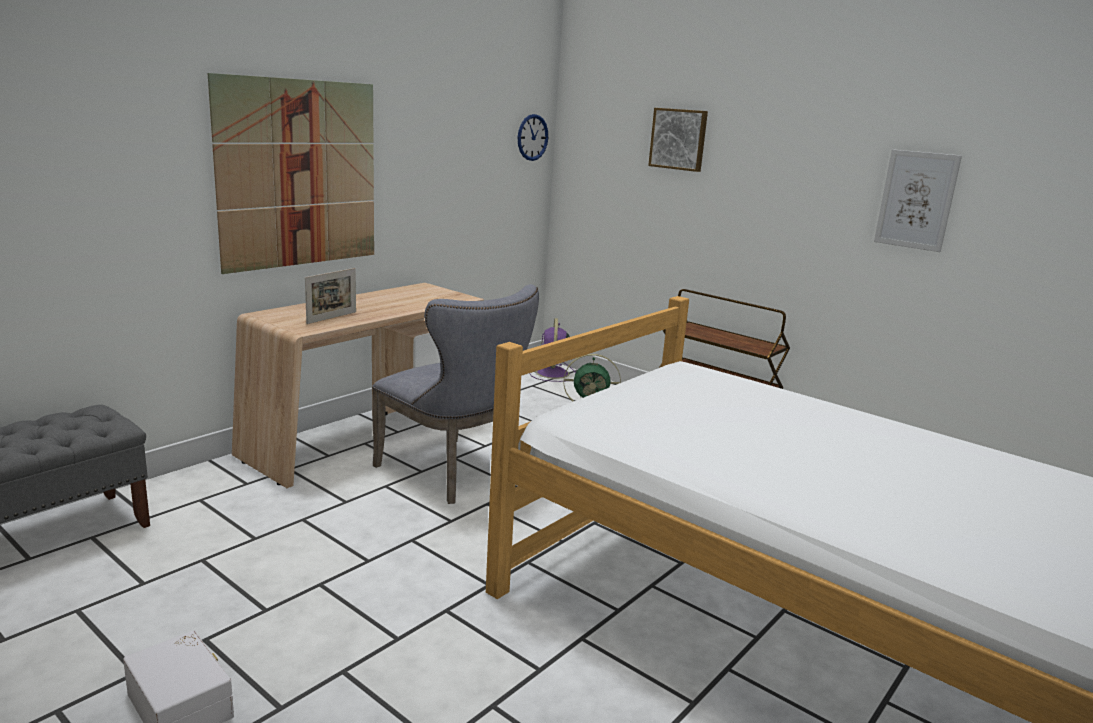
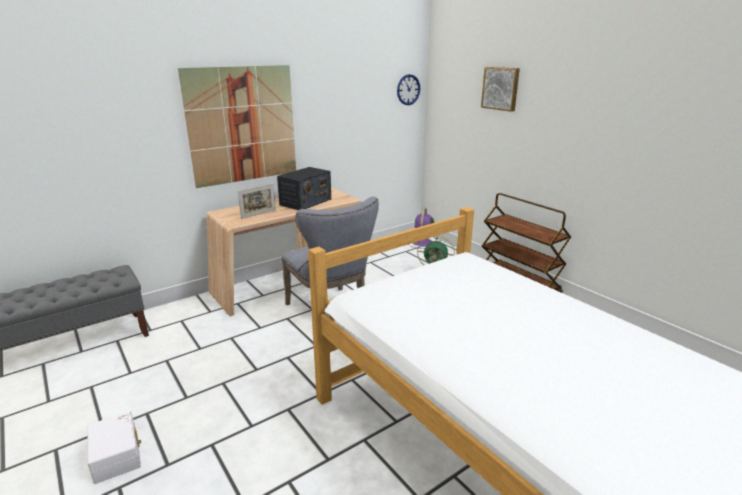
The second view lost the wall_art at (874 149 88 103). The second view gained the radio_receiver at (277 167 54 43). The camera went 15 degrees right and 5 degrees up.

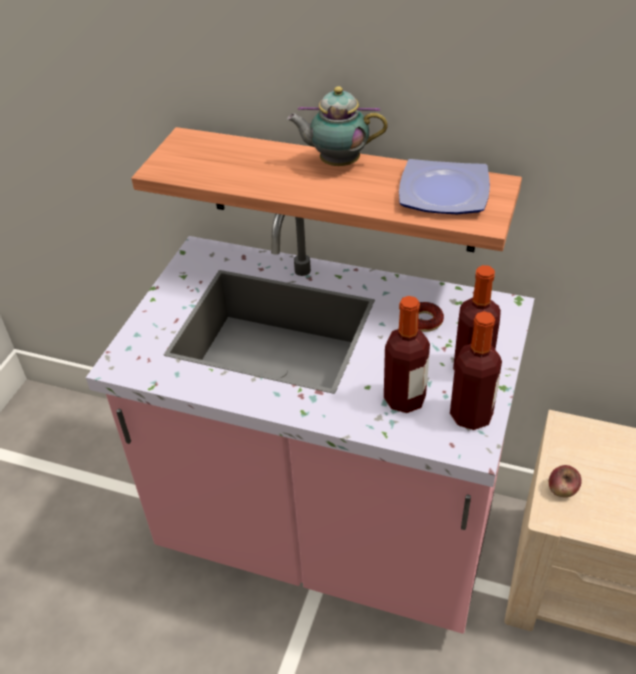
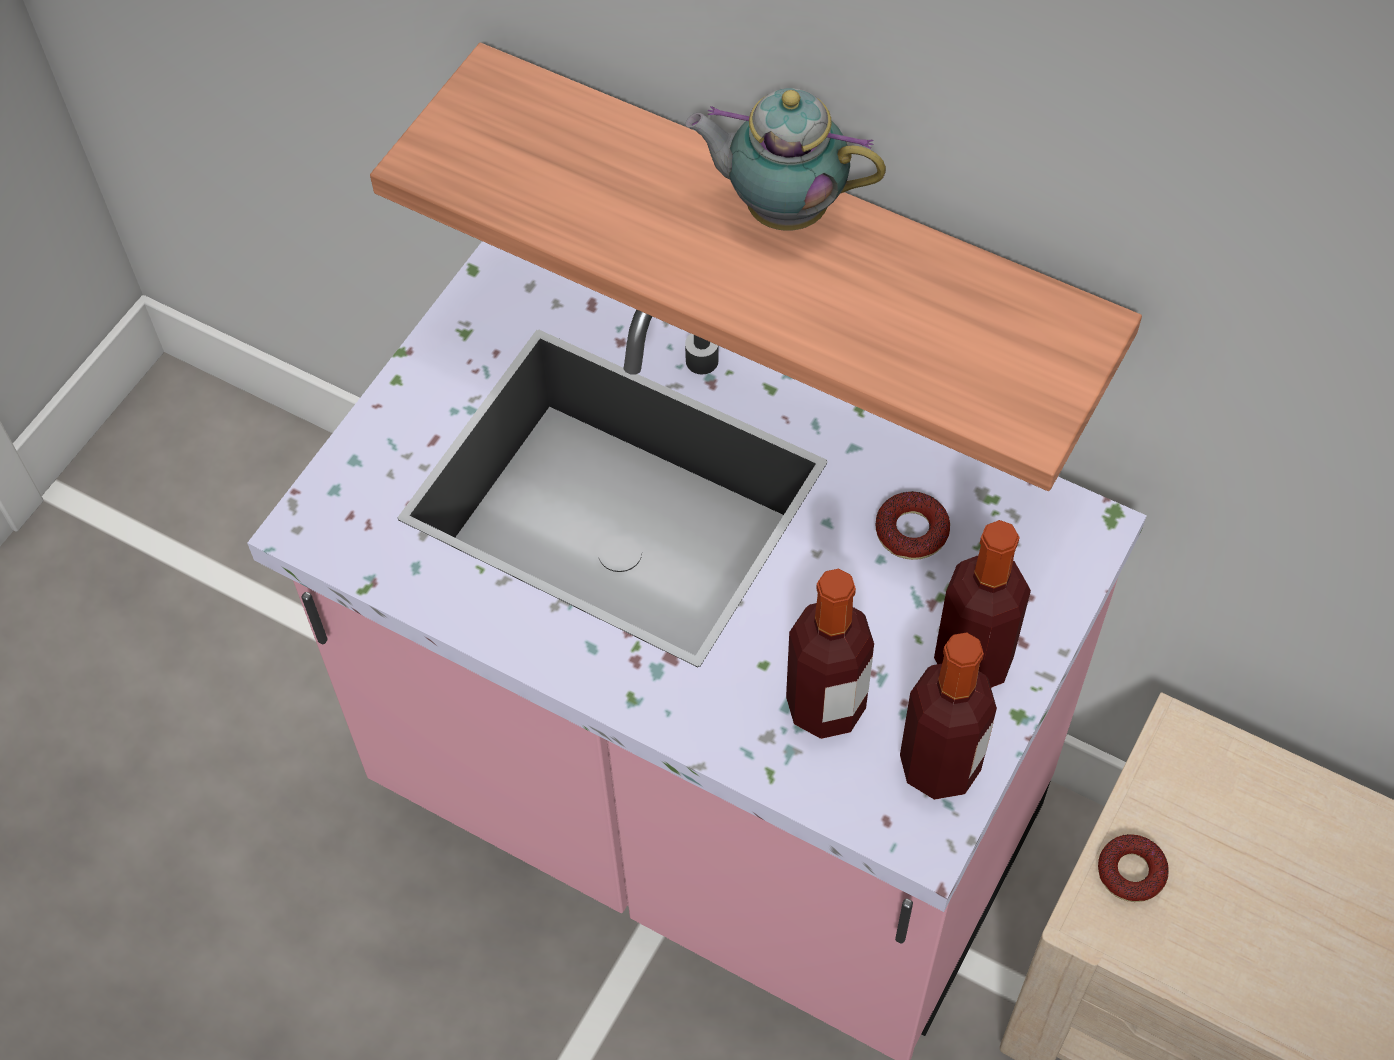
The second view lost the flat_dish at (399 159 91 55). Where the apple stood at (549 465 33 33), the donut came to stand at (1098 834 70 68). The camera went 10 degrees right and 15 degrees up.

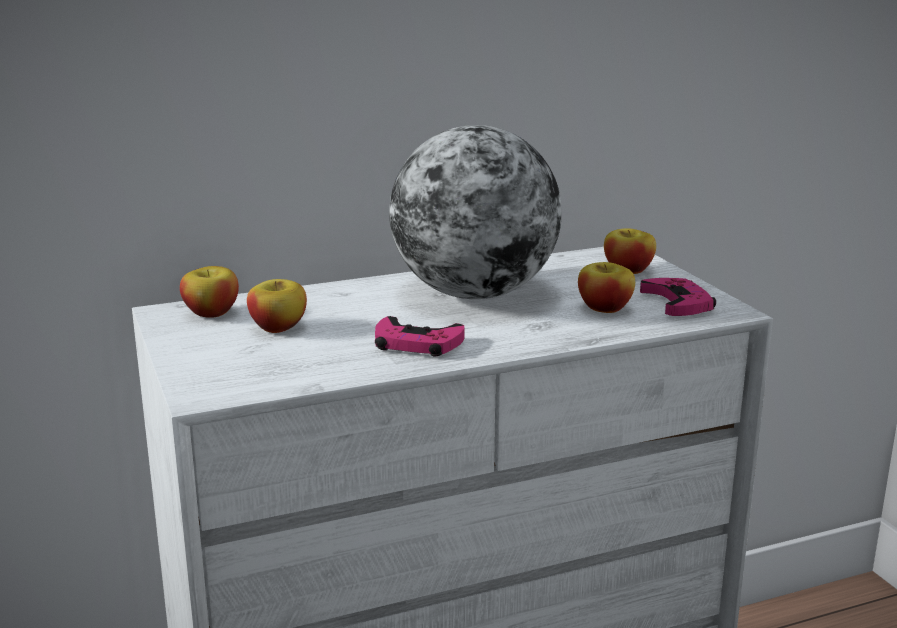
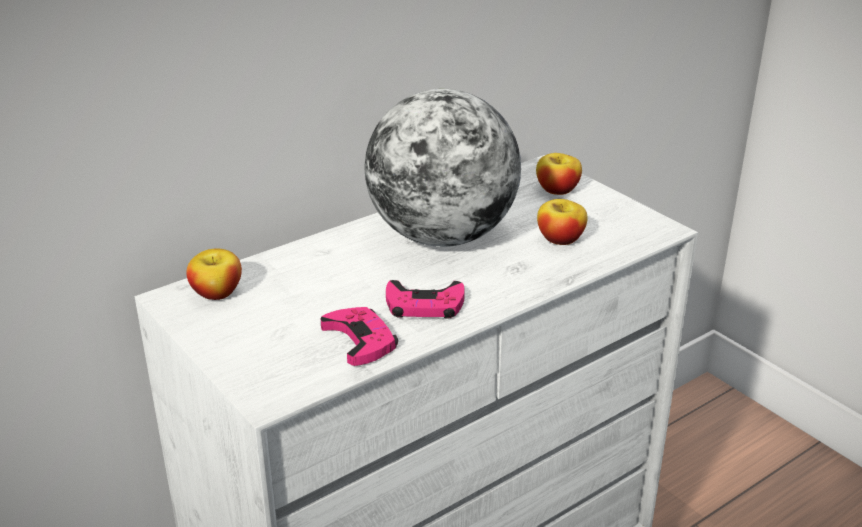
The second view lost the apple at (247 279 60 54). The pink-coloured_gamepad ended up elsewhere, having gone from (640 278 76 38) to (321 307 77 59). The camera went 15 degrees left and 10 degrees up.

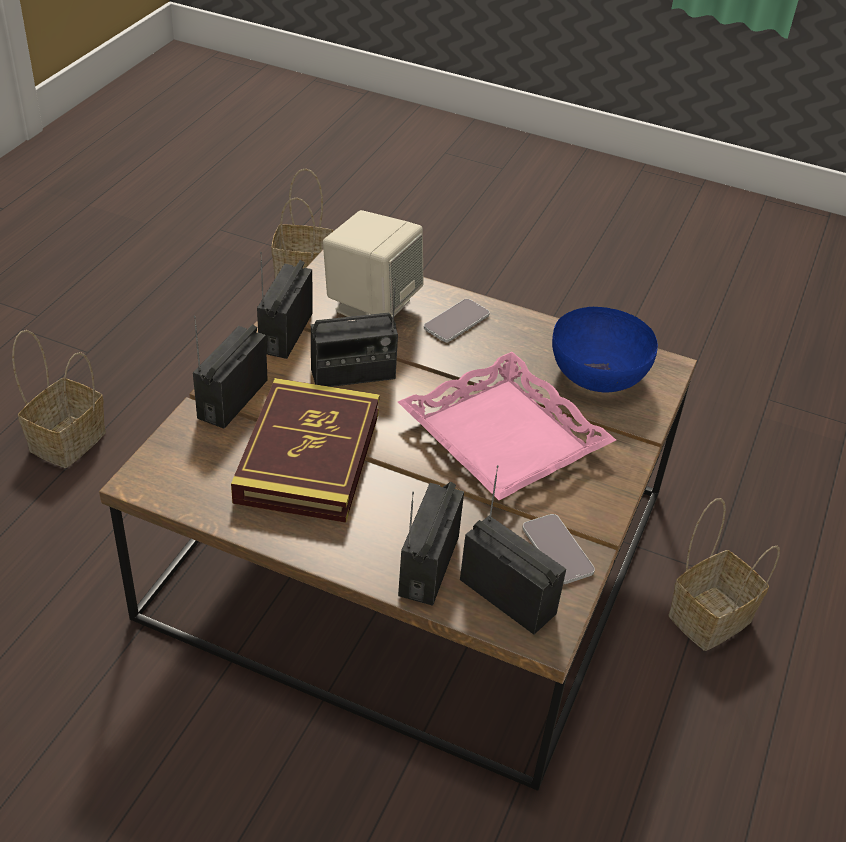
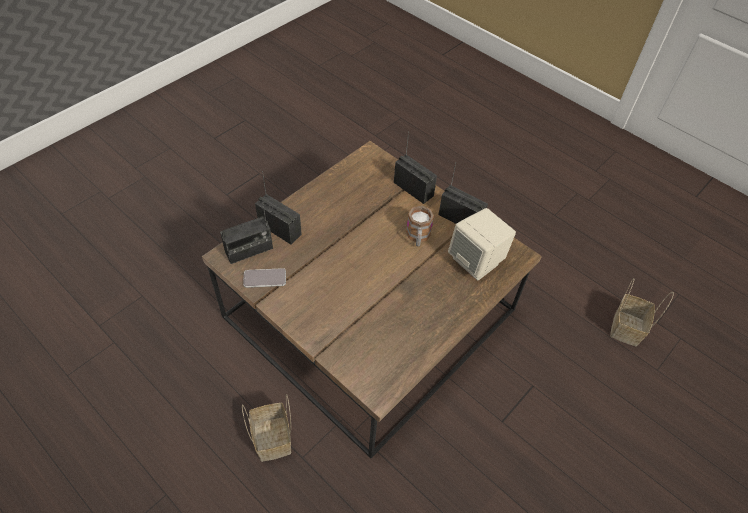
The second view lost the storage_basket at (12 330 94 138). The second view lost the book at (231 378 149 145). Where the radio_receiver stood at (311 277 87 110), the tea_mug came to stand at (406 205 28 42). The second view lost the pink-coloured_tray at (398 352 218 148). The second view lost the telephone at (424 299 66 43). The second view lost the blue_serving_bowl at (552 307 106 85). The camera went 110 degrees right and 10 degrees up.

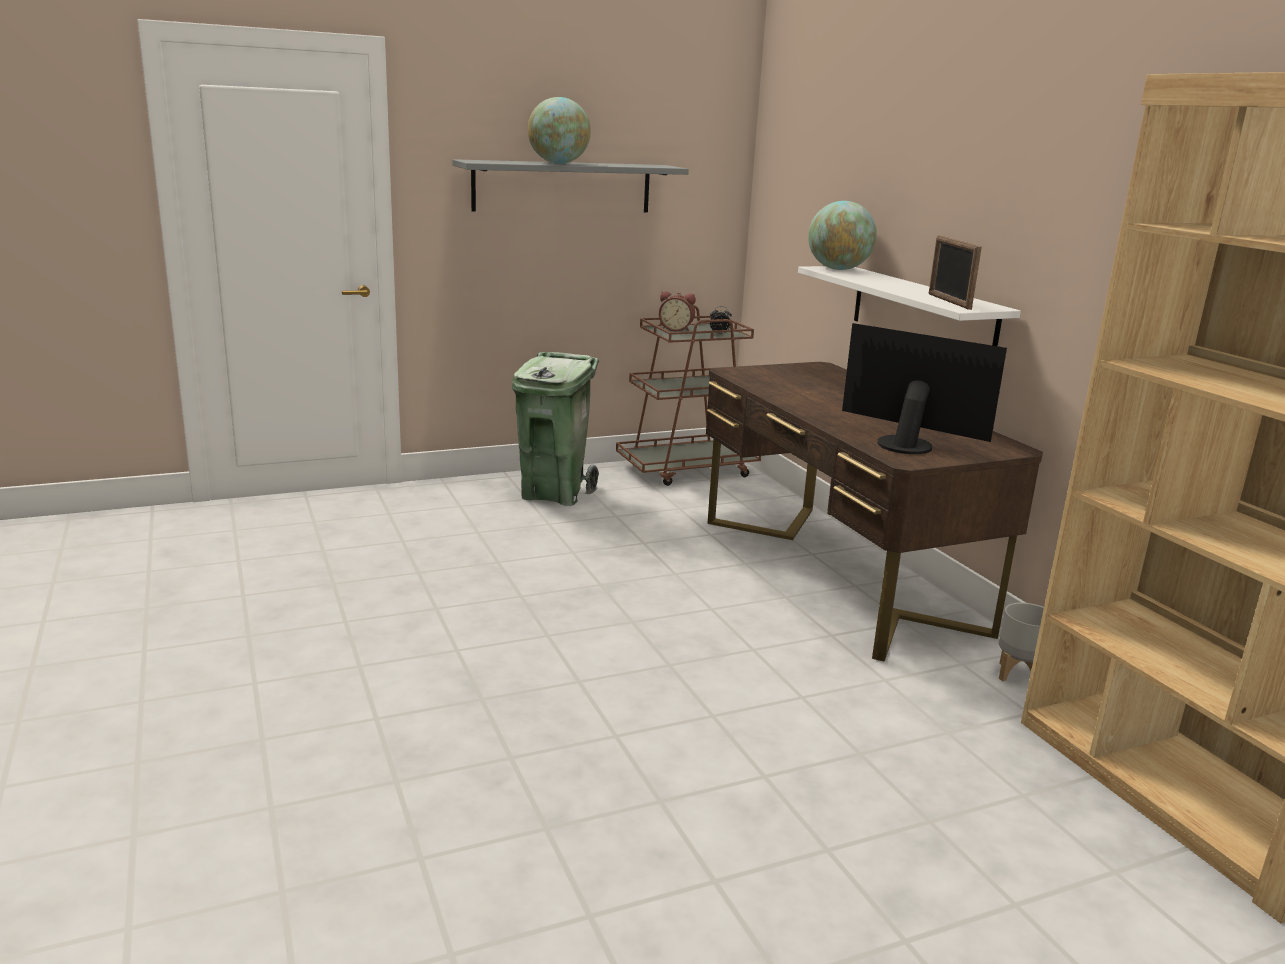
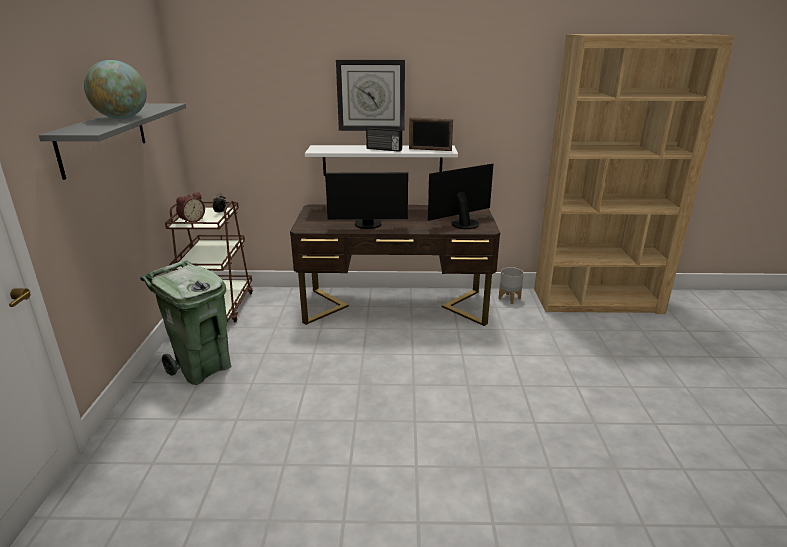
The second view lost the desk_globe at (808 201 69 69). The second view gained the computer_screen at (325 172 83 57). The second view gained the wall_clock at (336 60 69 71). The second view gained the radio_receiver at (366 127 36 25). The camera went 65 degrees left and 5 degrees up.

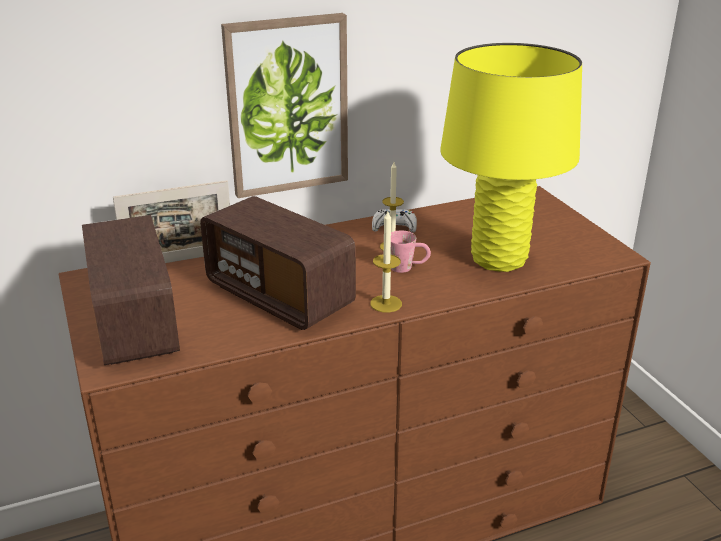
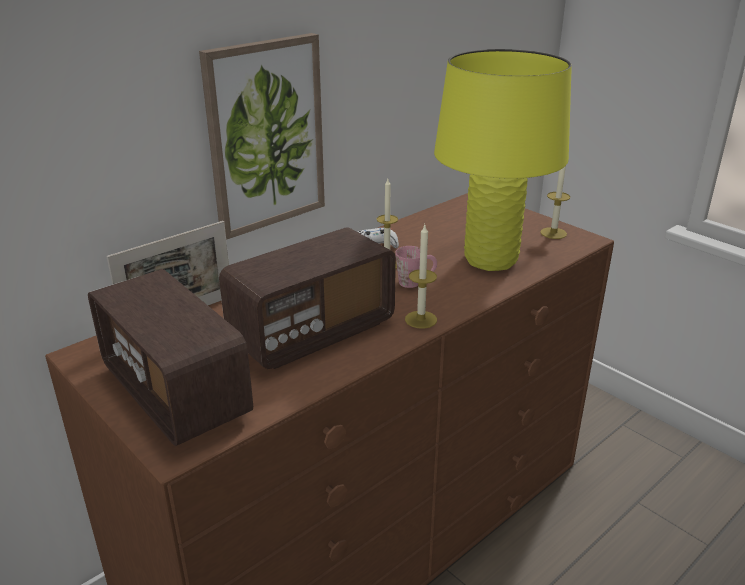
The radio_receiver at (200 196 156 134) ended up facing another way, 60 degrees counterclockwise from before. The second view gained the wax_light at (540 166 30 73). The camera went 20 degrees left and 0 degrees up.

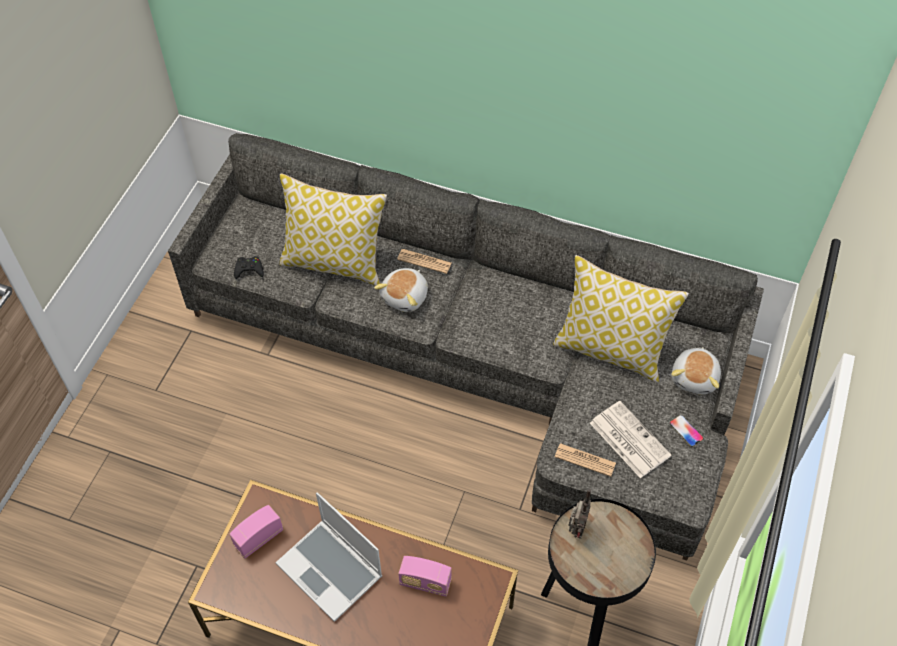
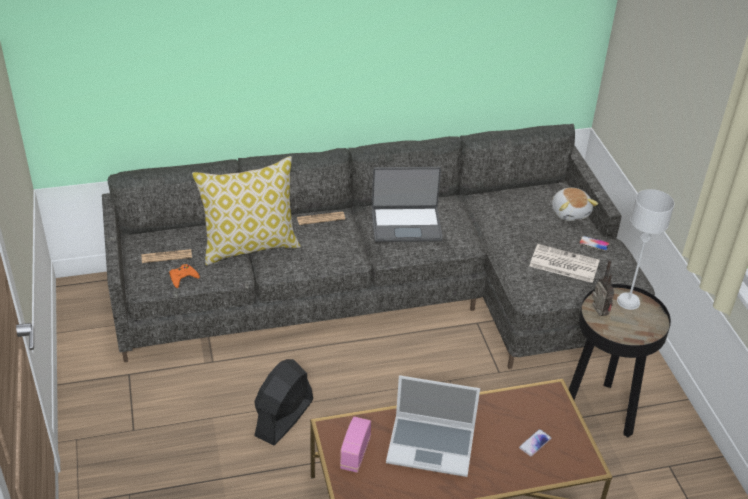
What was the black-coloured_gamepad at (234 256 30 23) turned into the orange-coloured_gamepad at (169 264 31 24). The second view lost the soft_toy at (374 268 54 44). The second view lost the radio_receiver at (398 556 54 41). The second view lost the cushion at (553 255 136 128). The printed_paper ended up elsewhere, having gone from (555 443 61 34) to (142 249 50 14). The second view gained the black-coloured_fan at (254 359 59 86). The second view gained the portable_computer at (372 167 71 75). The second view gained the telephone at (519 429 32 27). The second view gained the greyish_table_lamp at (617 189 58 121). The camera went 35 degrees left and 15 degrees down.

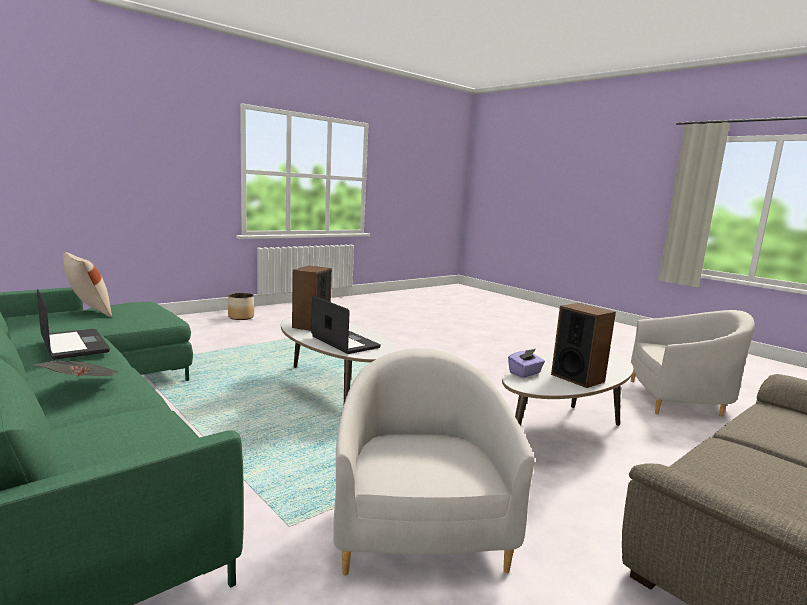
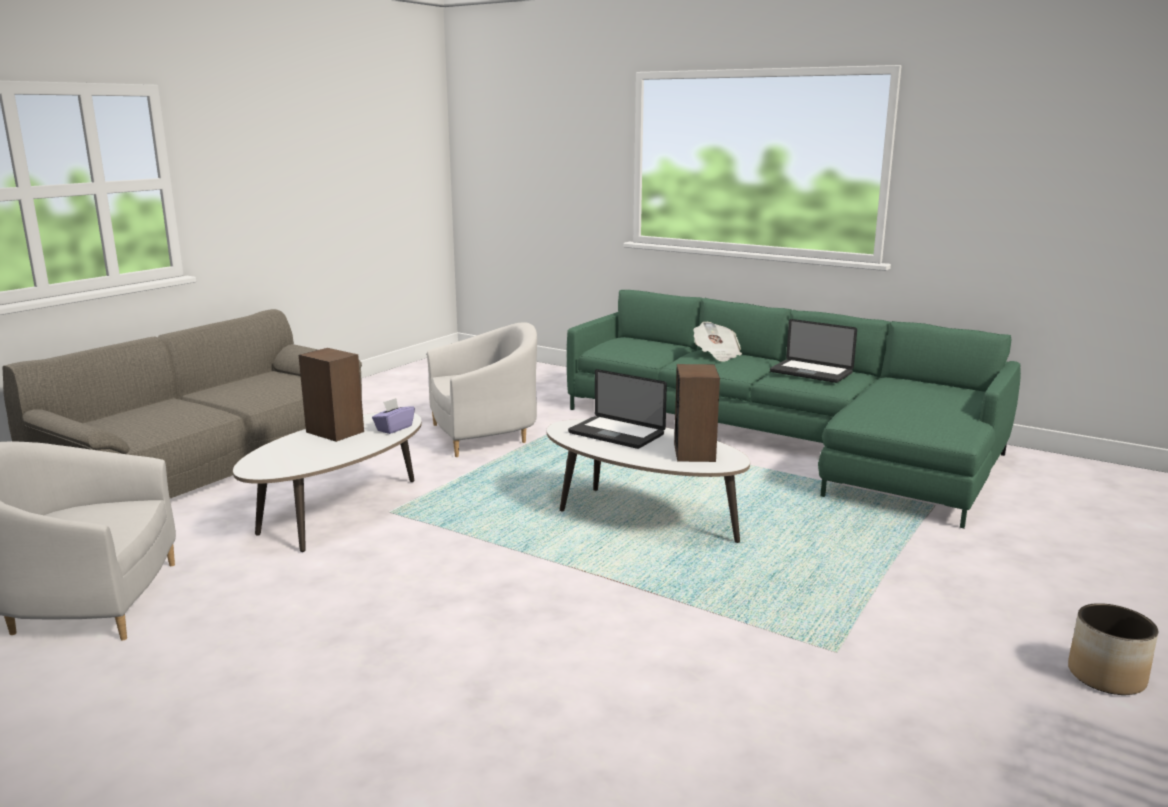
The second view lost the sand-coloured_cushion at (63 252 49 65). The white-coloured_armchair at (334 348 201 228) ended up facing another way, 90 degrees counterclockwise from before. The camera went 165 degrees right and 5 degrees up.

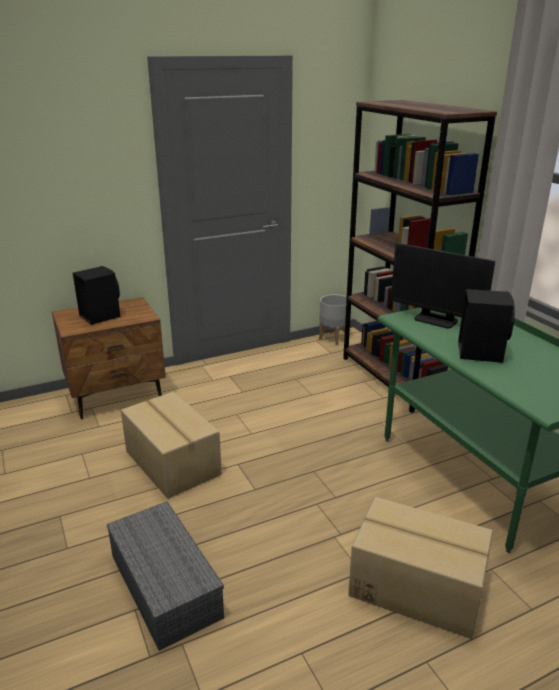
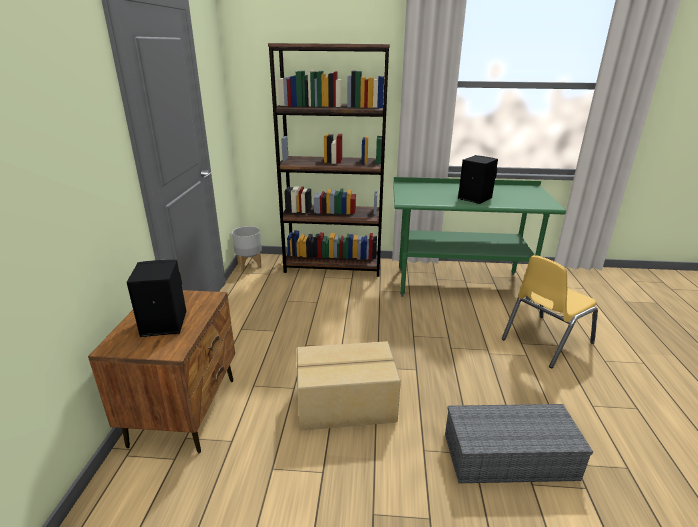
Where the carton stood at (348 497 145 142), the yellowish_plain_chair came to stand at (502 255 96 113). The second view lost the computer_screen at (391 243 104 85). The camera went 60 degrees left and 0 degrees up.

